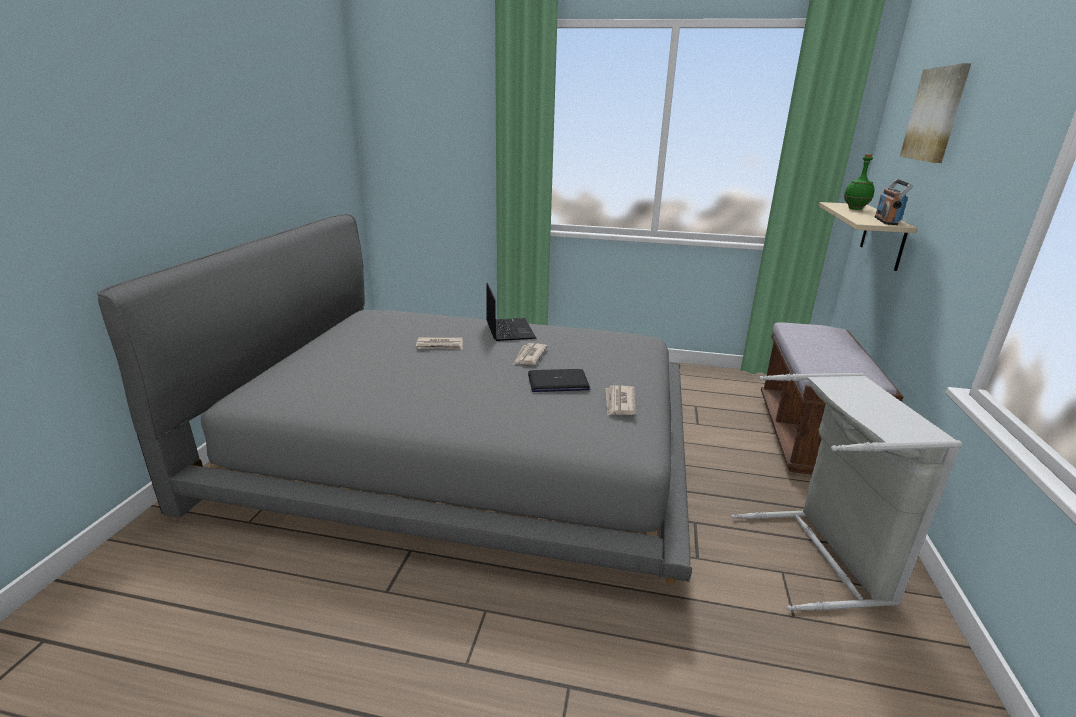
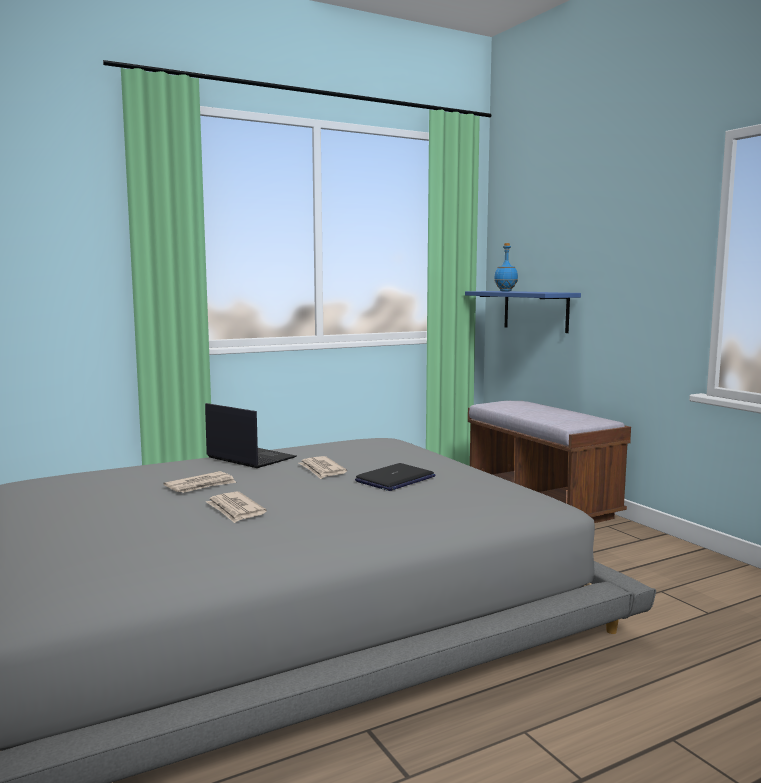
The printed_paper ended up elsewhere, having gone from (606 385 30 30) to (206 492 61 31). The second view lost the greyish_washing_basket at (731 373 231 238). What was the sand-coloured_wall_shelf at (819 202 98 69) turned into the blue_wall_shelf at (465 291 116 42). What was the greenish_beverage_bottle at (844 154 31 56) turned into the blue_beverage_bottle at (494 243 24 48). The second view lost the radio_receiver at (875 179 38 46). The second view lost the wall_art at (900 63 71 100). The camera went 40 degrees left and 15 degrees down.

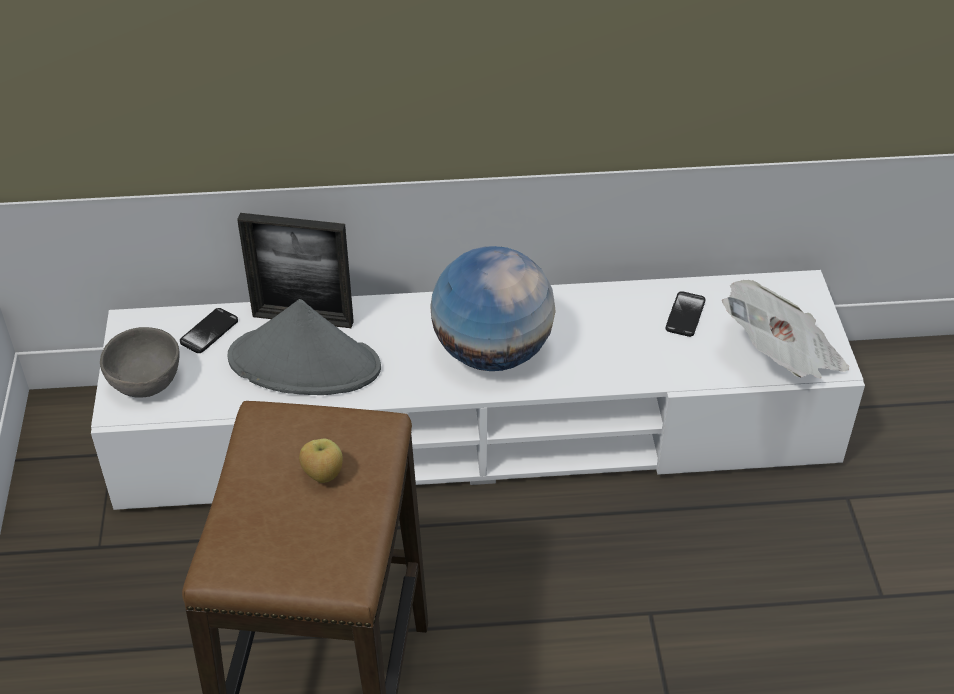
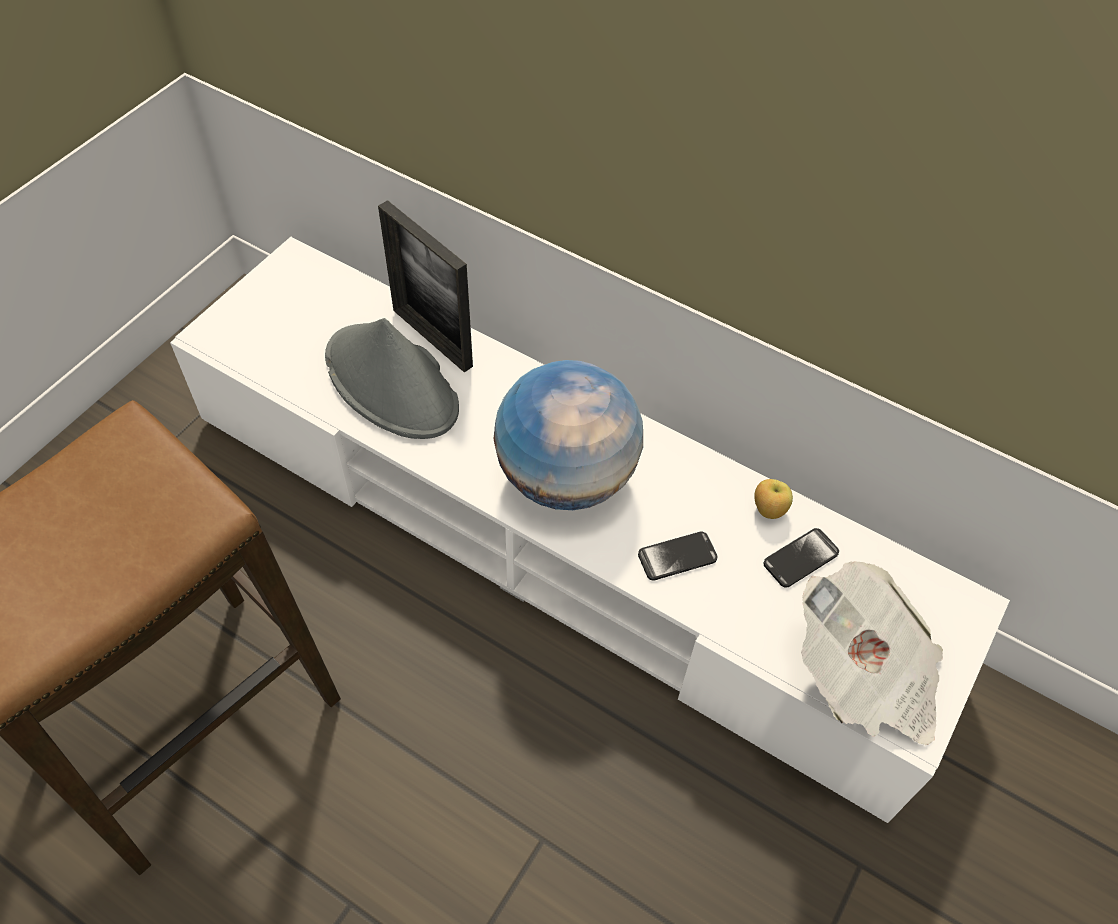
The second view lost the greyish_serving_bowl at (100 327 80 71). The telephone ended up elsewhere, having gone from (180 308 58 45) to (638 532 79 48). The apple ended up elsewhere, having gone from (299 439 44 44) to (754 479 39 40). The camera went 35 degrees right and 10 degrees up.

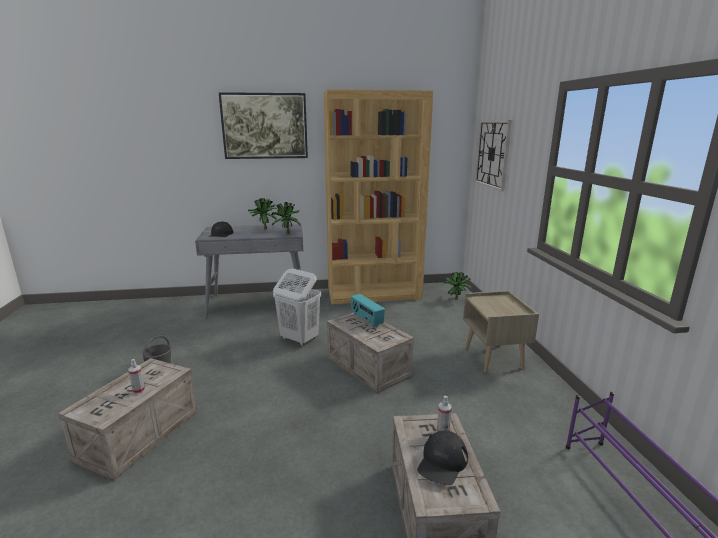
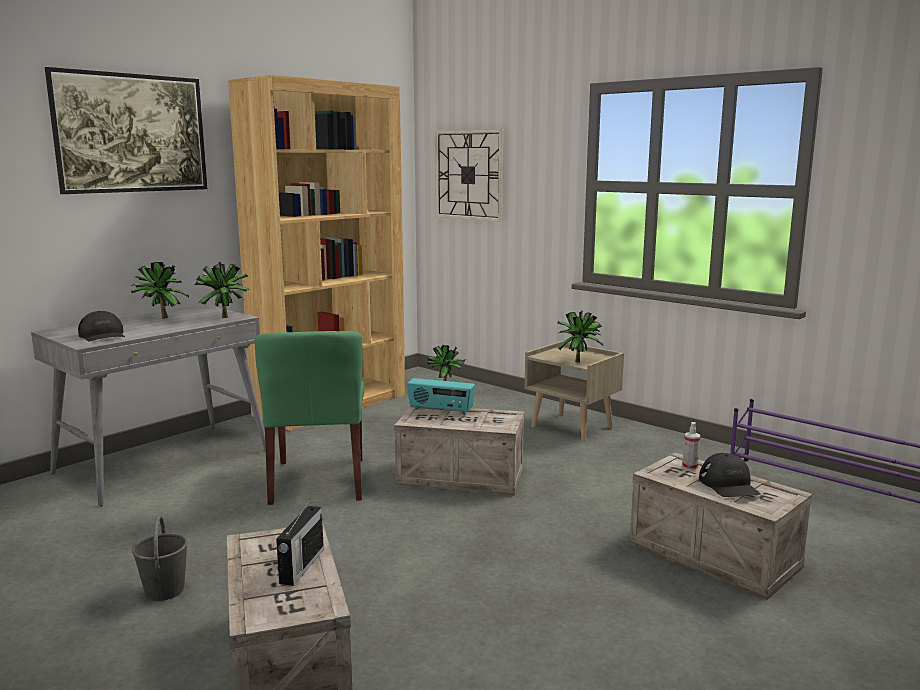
Where the sprayer stood at (128 359 17 35), the radio_receiver came to stand at (276 498 48 88). Where the white-coloured_washing_basket stood at (273 268 48 78), the greenish_plain_chair came to stand at (255 331 110 174). The second view gained the plant_in_a_pot at (557 311 46 51). The camera went 40 degrees left and 5 degrees down.

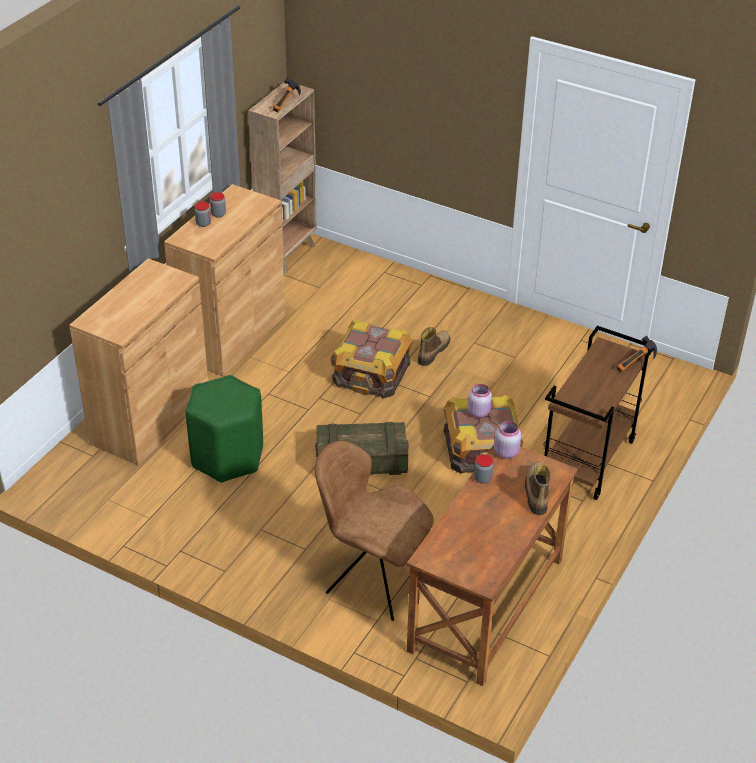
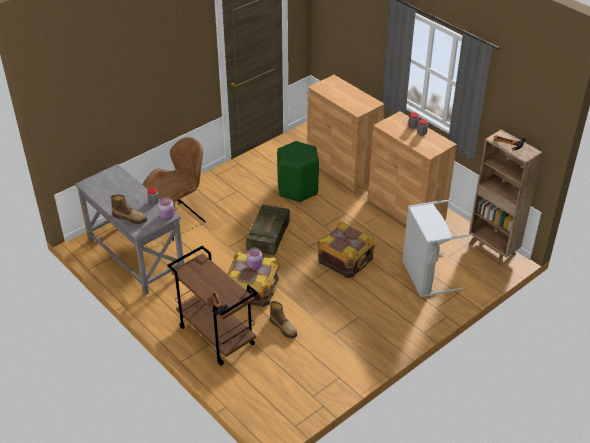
What was the brownish_desk at (407 445 171 241) turned into the greyish_desk at (75 164 109 131). The high-top_boot ended up elsewhere, having gone from (418 327 32 39) to (270 301 27 37). The second view gained the greyish_washing_basket at (402 199 71 98). The camera went 110 degrees right and 0 degrees up.

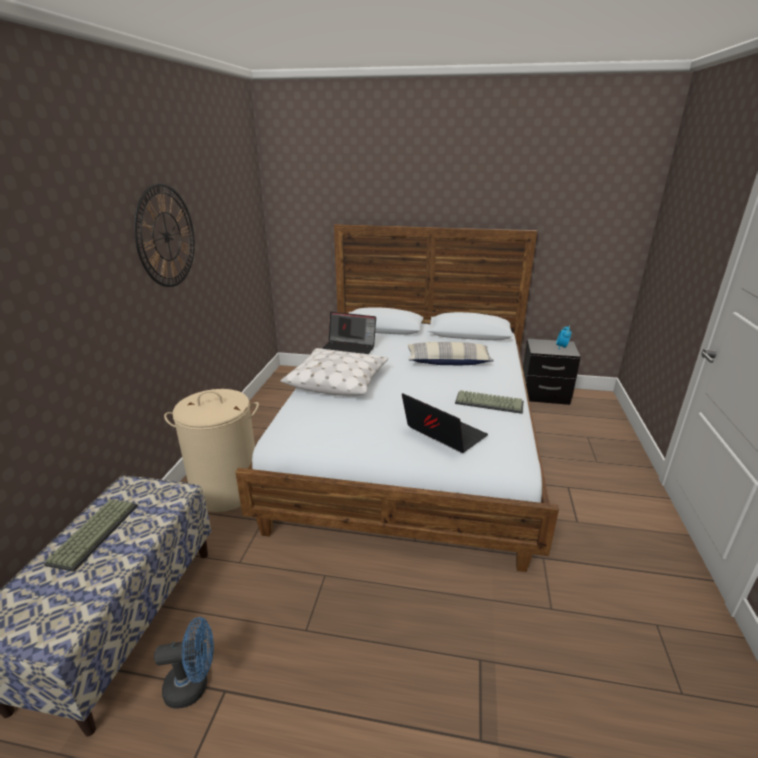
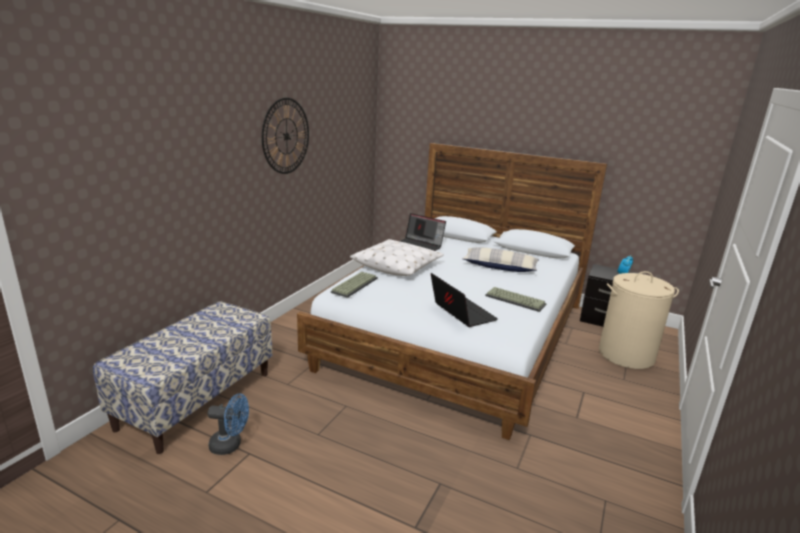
The PC_keyboard ended up elsewhere, having gone from (44 499 94 73) to (331 272 47 26). The sand-coloured_washing_basket ended up elsewhere, having gone from (164 389 95 123) to (599 271 80 98). The camera went 15 degrees right and 5 degrees down.

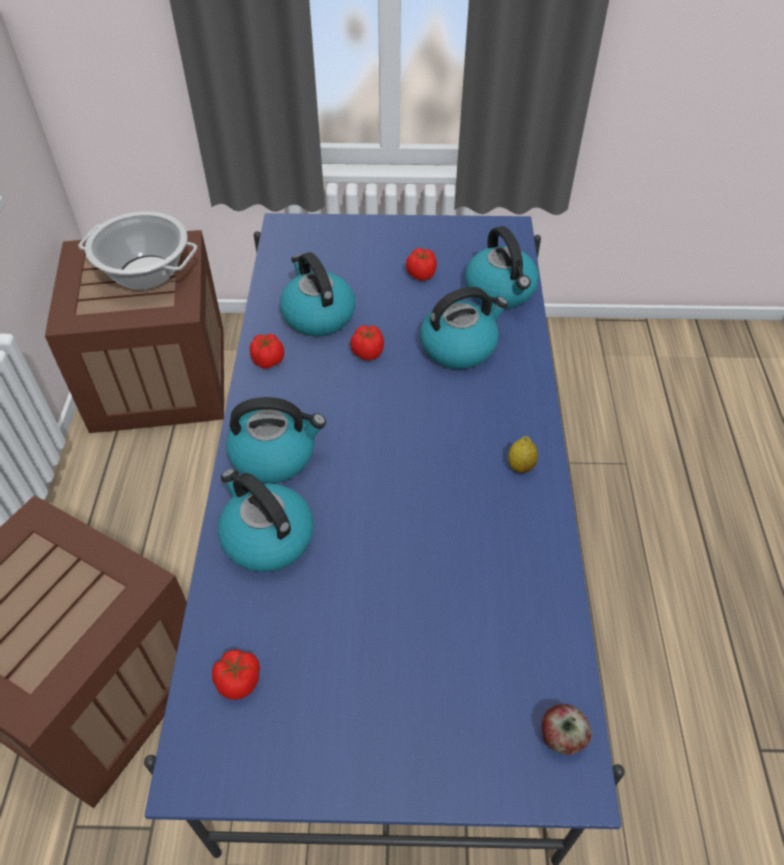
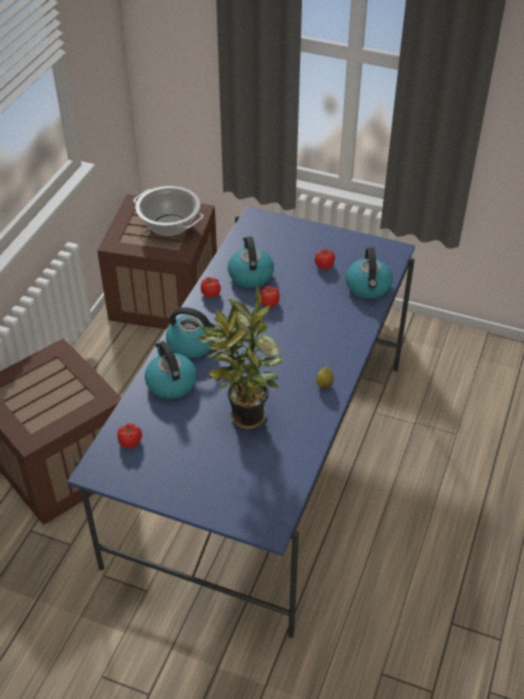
The second view lost the water_kettle at (420 287 88 82). The second view lost the apple at (541 704 50 51). The second view gained the plant_in_a_pot at (198 284 87 146). The camera went 20 degrees right and 5 degrees down.

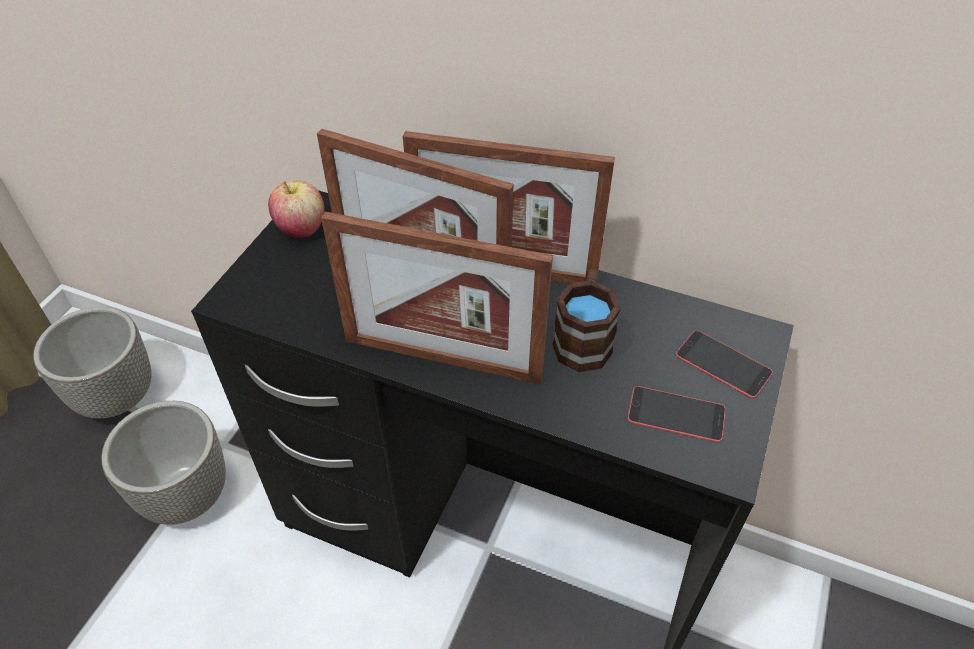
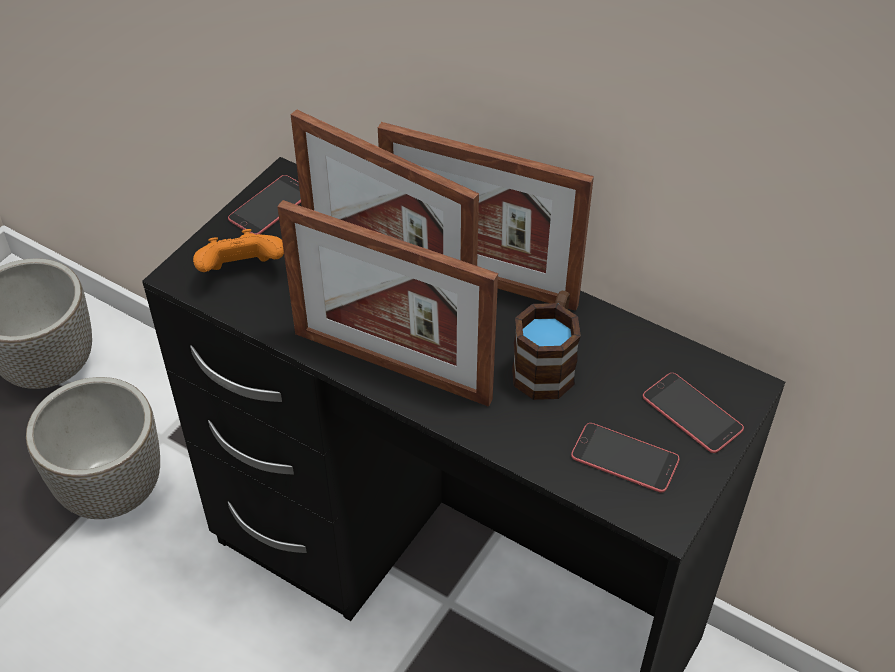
Where the apple stood at (268 181 57 57), the telephone came to stand at (228 175 73 60). The second view gained the orange-coloured_gamepad at (193 229 91 43). The camera went 10 degrees right and 0 degrees up.

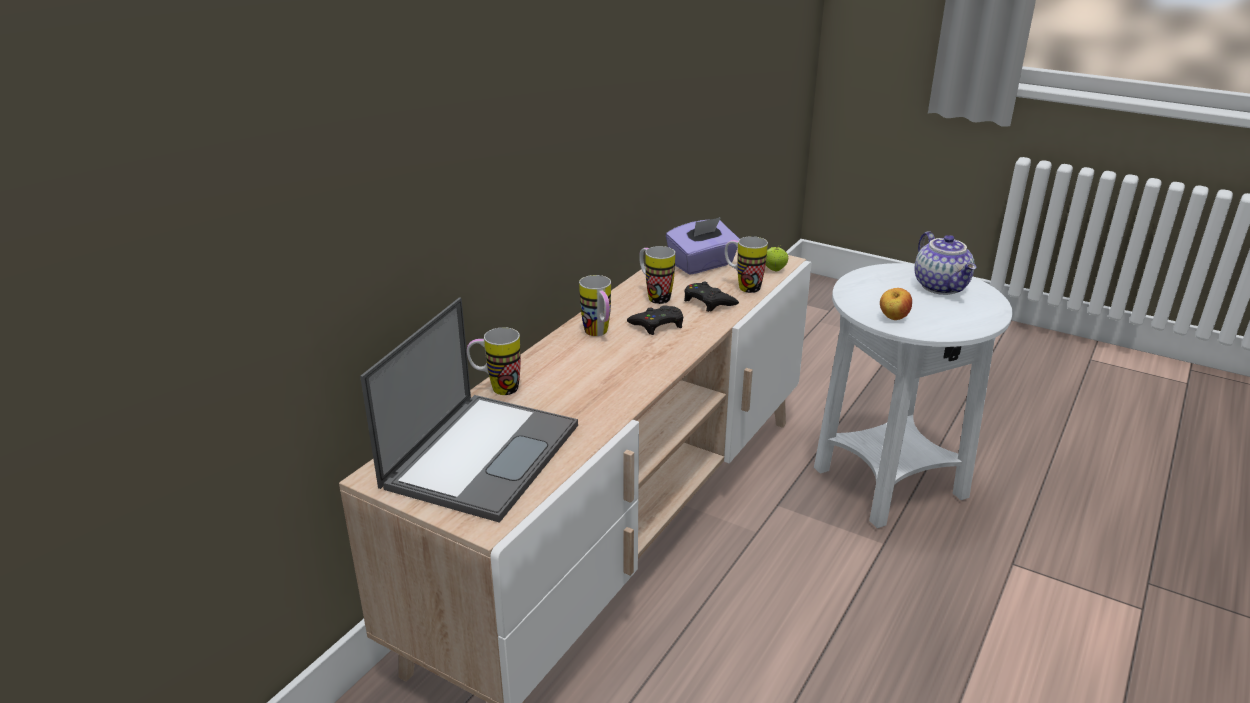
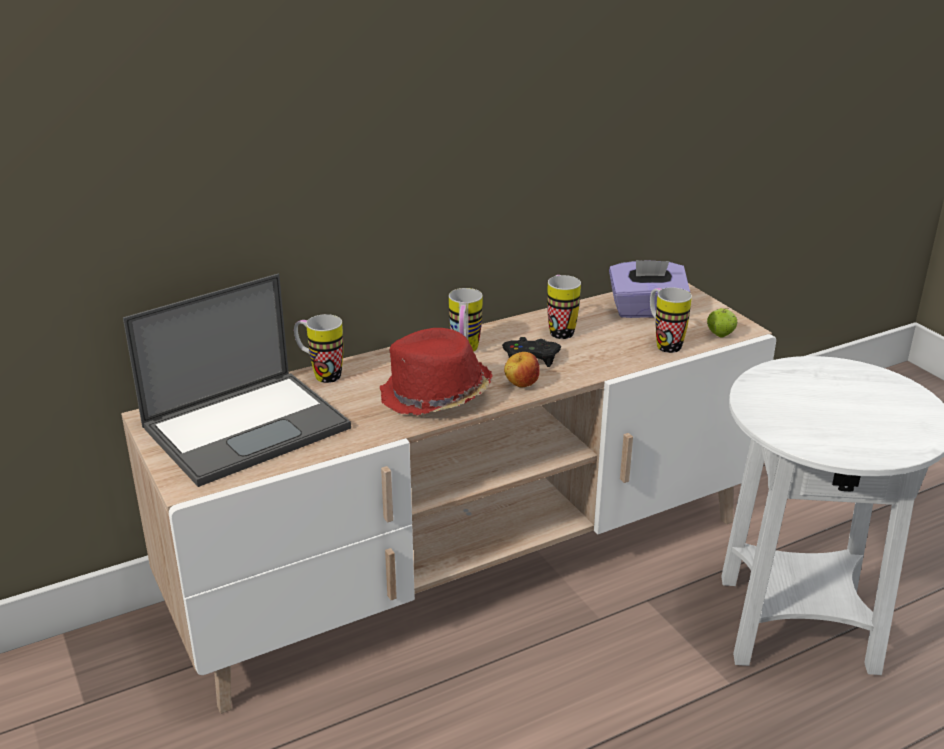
The second view lost the black-coloured_gamepad at (684 282 55 30). The apple ended up elsewhere, having gone from (880 288 32 32) to (504 352 36 36). The second view lost the teapot at (915 231 61 64). The second view gained the red_wearable_hat at (380 328 113 88). The camera went 30 degrees right and 0 degrees up.

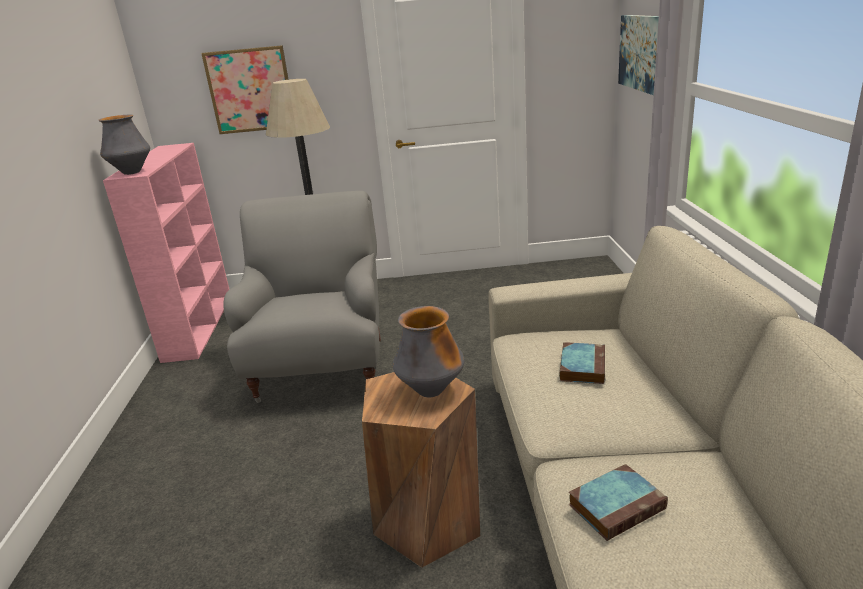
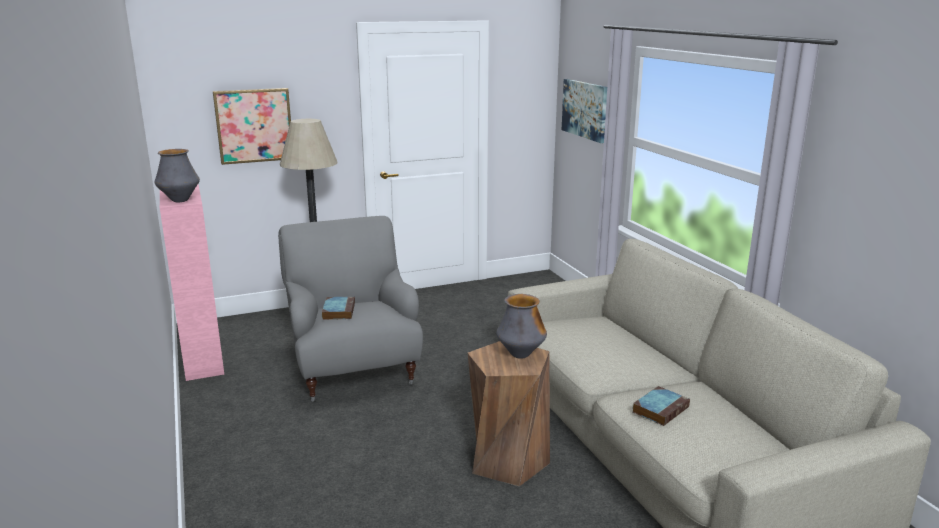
The book ended up elsewhere, having gone from (559 342 46 42) to (322 297 33 23). The camera went 20 degrees left and 5 degrees down.

